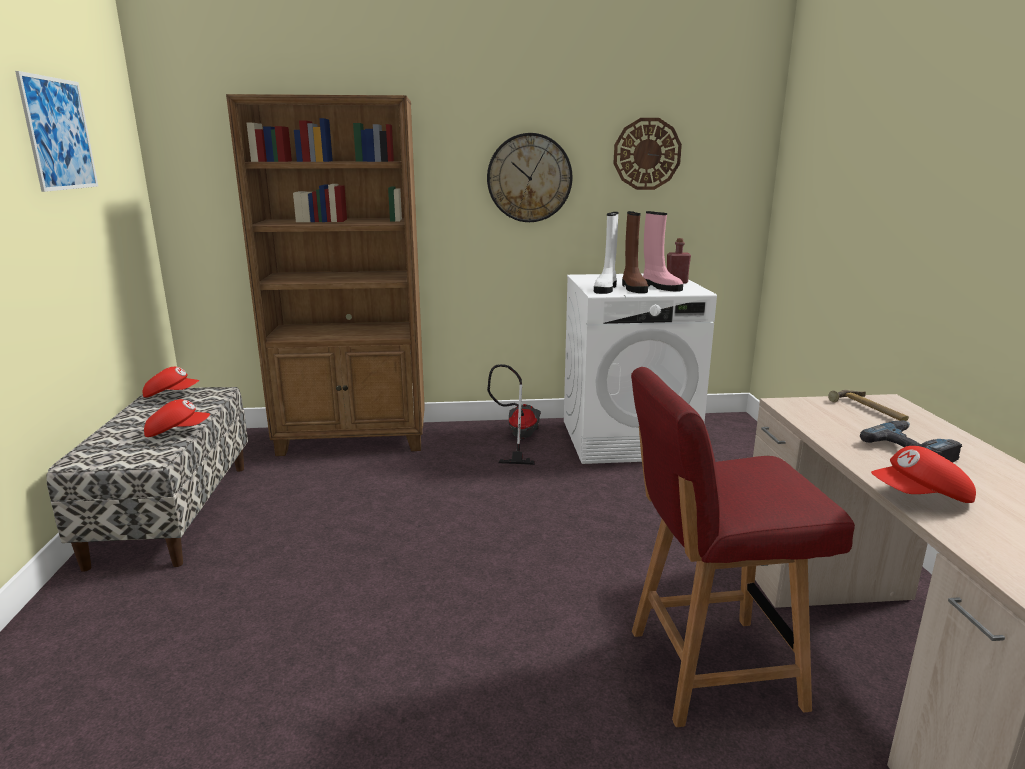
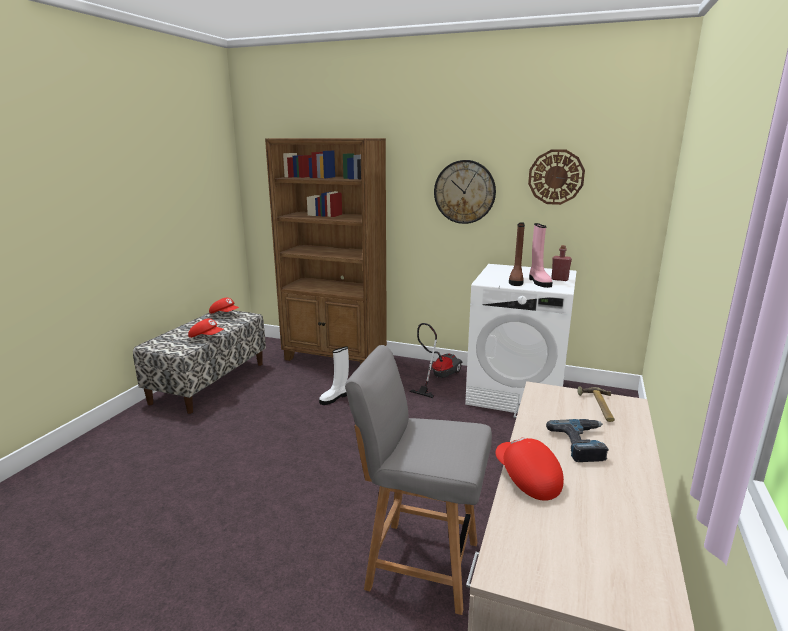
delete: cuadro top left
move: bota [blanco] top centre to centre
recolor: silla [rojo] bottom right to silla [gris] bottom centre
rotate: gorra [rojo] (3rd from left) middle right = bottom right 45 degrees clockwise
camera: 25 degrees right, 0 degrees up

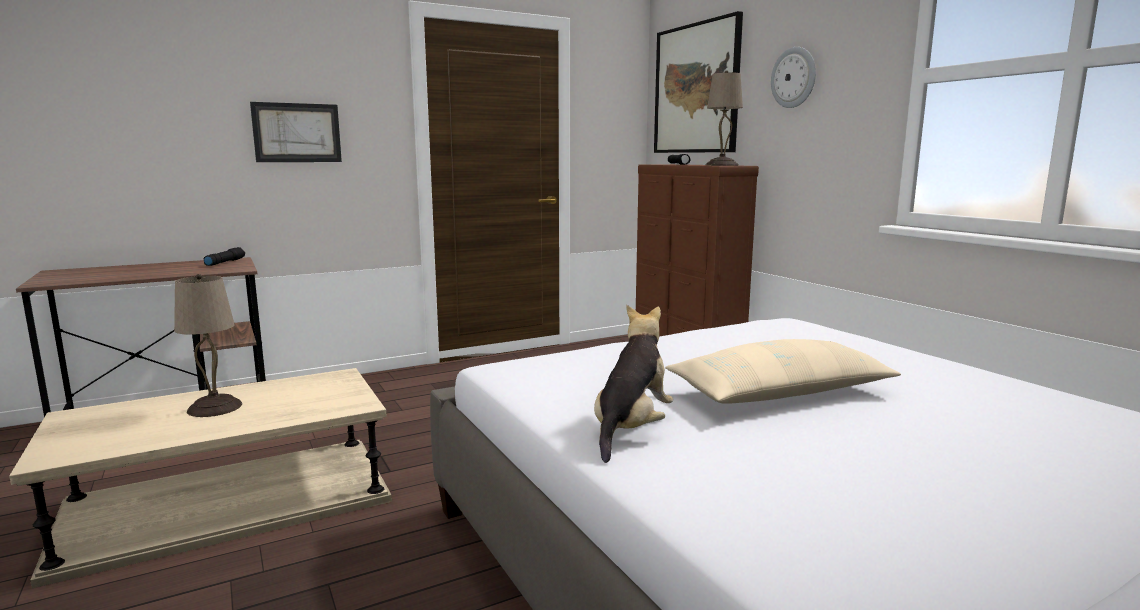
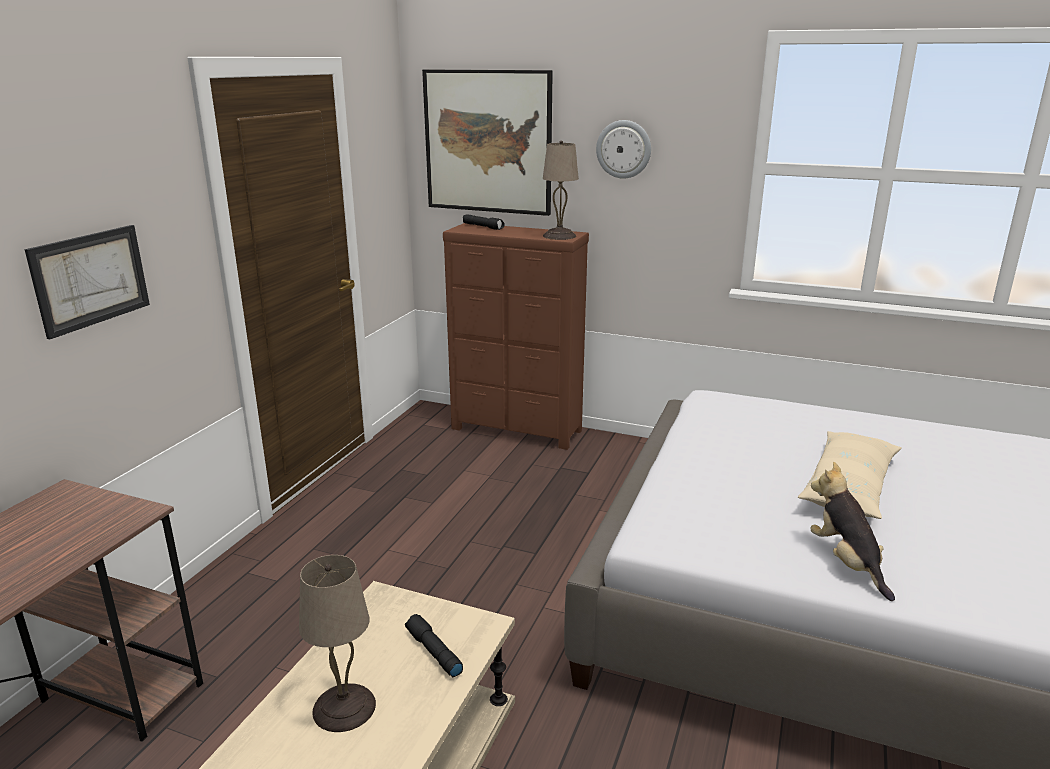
move: linterna [negro] (1st from left) middle left to bottom centre
camera: 40 degrees left, 10 degrees up

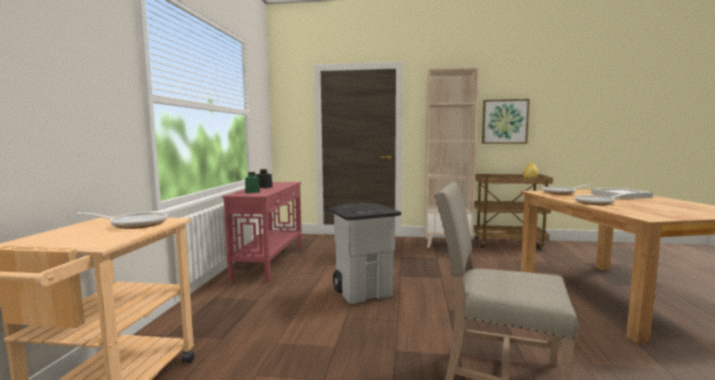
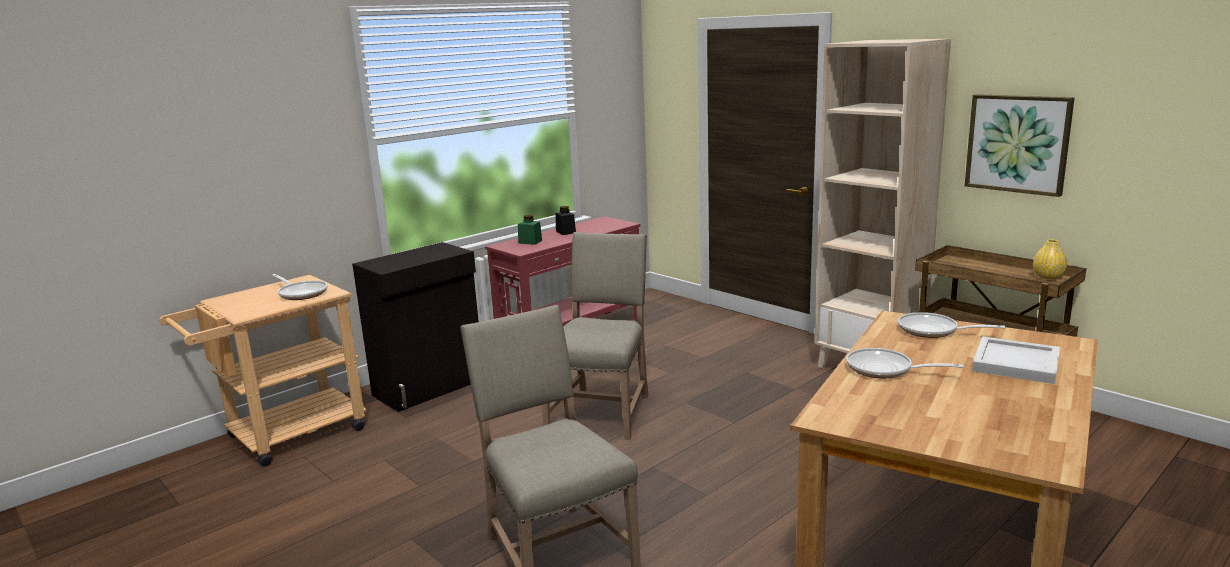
insert: armario [negro] centre
replace: papelera [gris] centre to silla [beis] (2nd from left) centre
camera: 40 degrees right, 10 degrees up

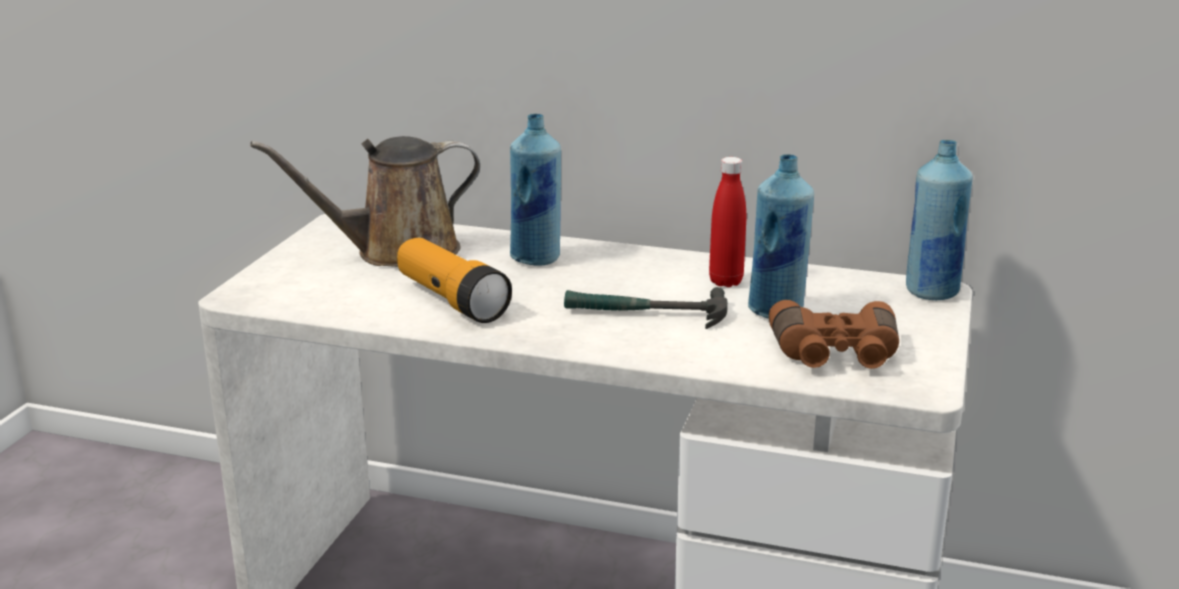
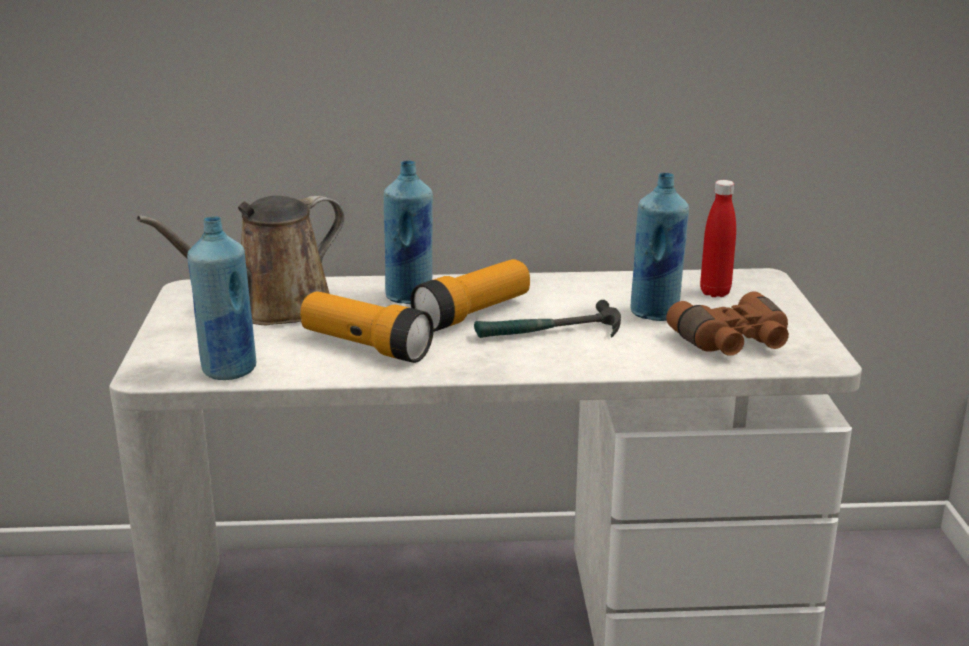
insert: linterna (2nd from left) centre
move: botella [rojo] centre to middle right; botella [azul] (3rd from left in the first image) middle right to botella [azul] (1st from left) middle left
camera: 20 degrees left, 0 degrees up

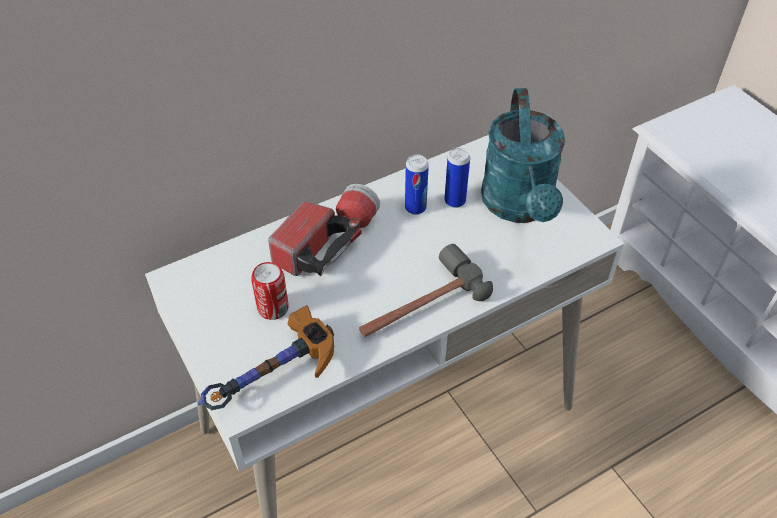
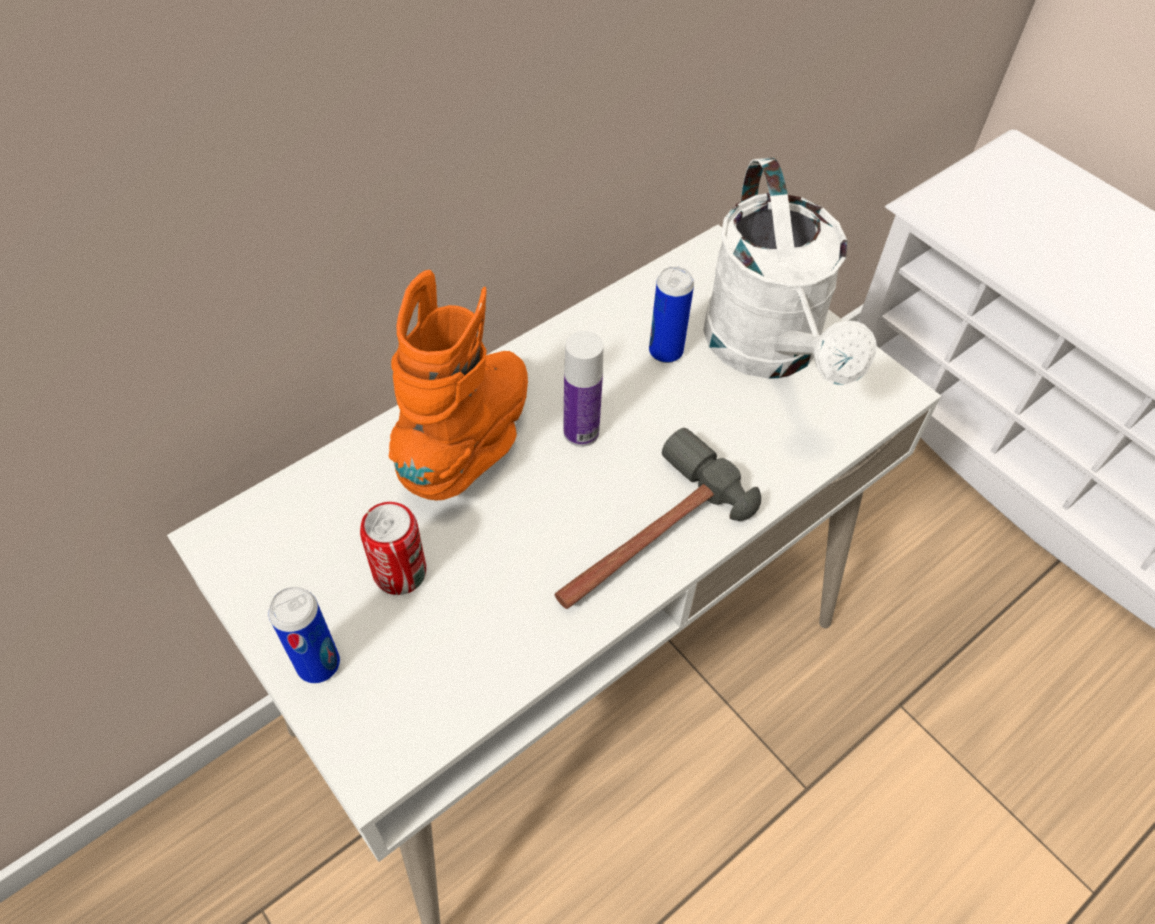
delete: martillo (1st from left) bottom centre
insert: botella centre
move: lata (2nd from left in the first image) centre to lata (1st from left) bottom left
replace: linterna centre to bota [naranja] centre
recolor: regadera [turquesa] top right to regadera [blanco] top right
camera: 10 degrees left, 5 degrees up

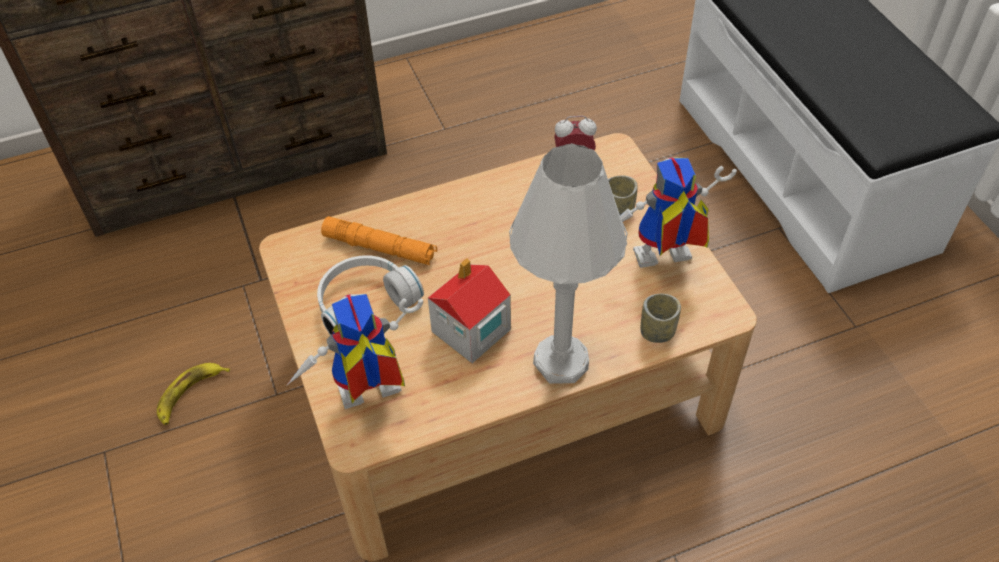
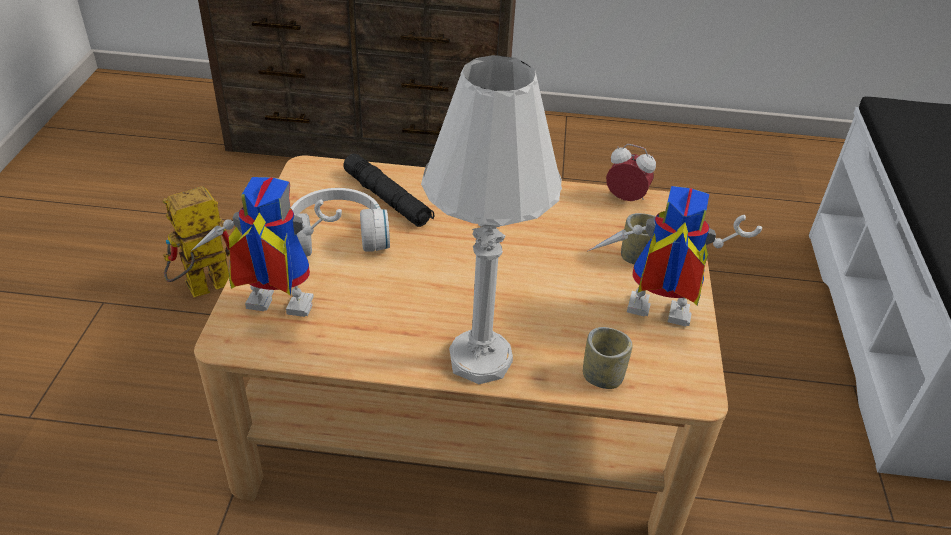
delete: casita centre
replace: plátano bottom left to robot de juguete (1st from left) middle left
recolor: linterna [naranja] centre to linterna [negro] centre
camera: 25 degrees right, 10 degrees down

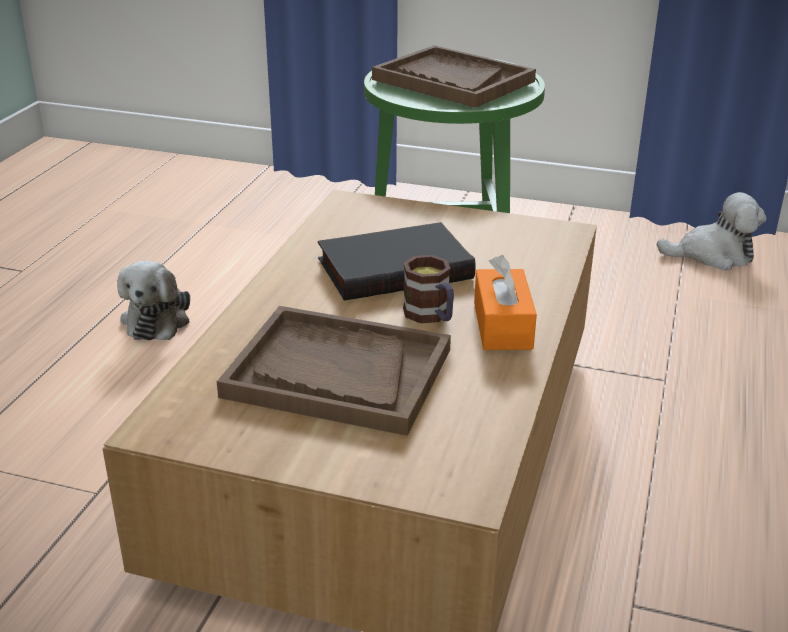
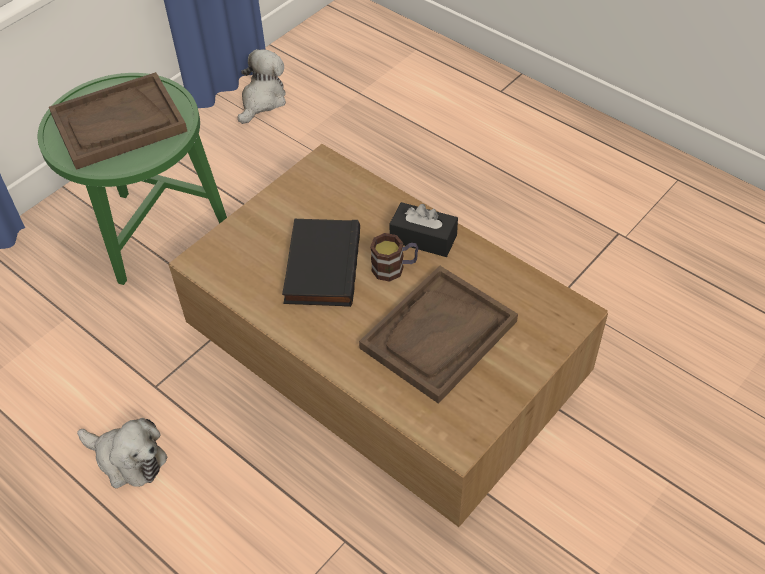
recolor: caja de pañuelos [naranja] centre to caja de pañuelos [negro] centre
camera: 65 degrees left, 20 degrees up

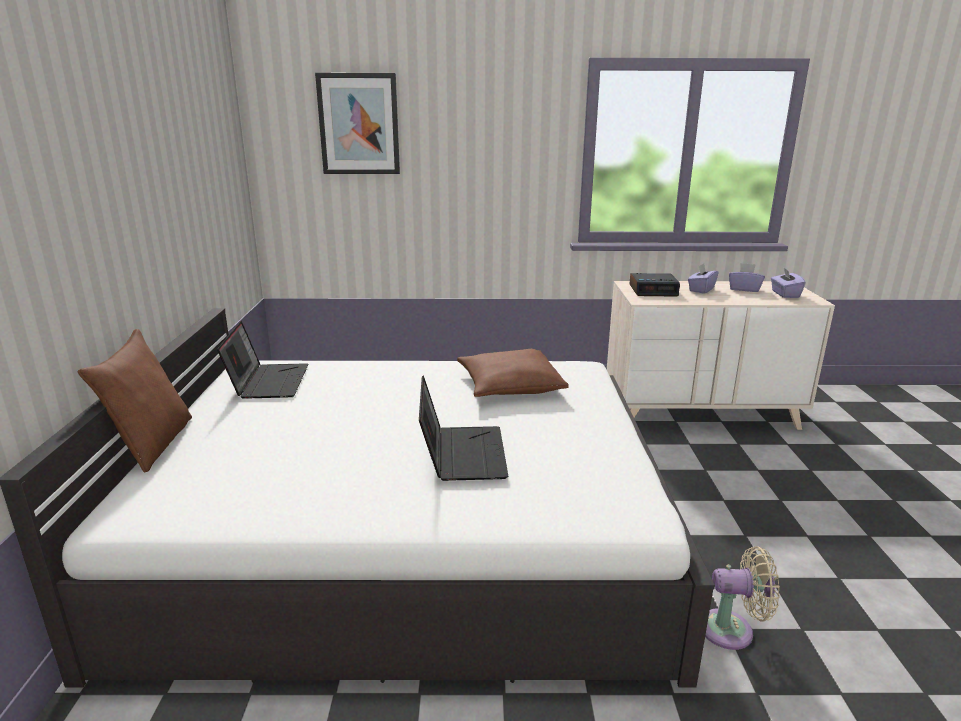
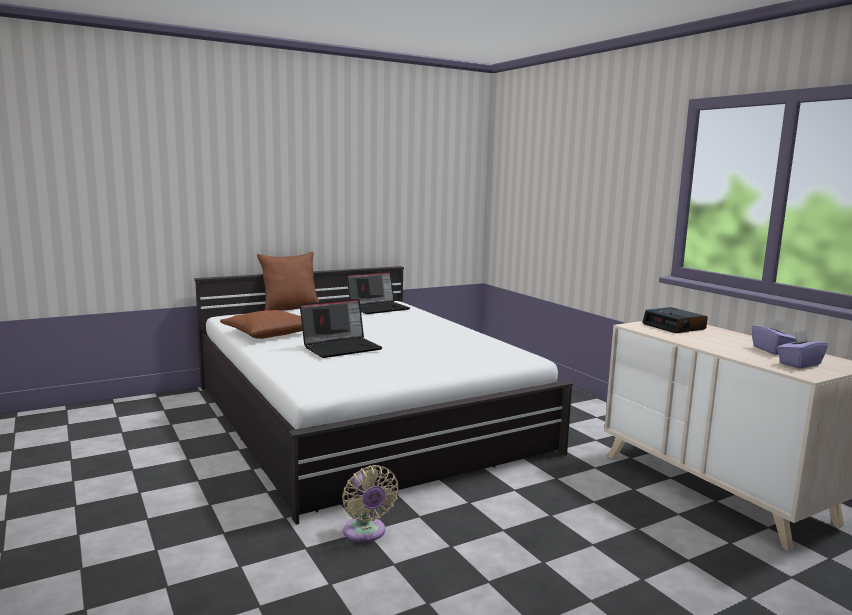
delete: cuadro top centre; caja de pañuelos [morado] (1st from left) middle right
move: cojín [marrón] (2nd from left in the first image) centre to cojín [marrón] (1st from left) middle left
camera: 60 degrees right, 10 degrees down

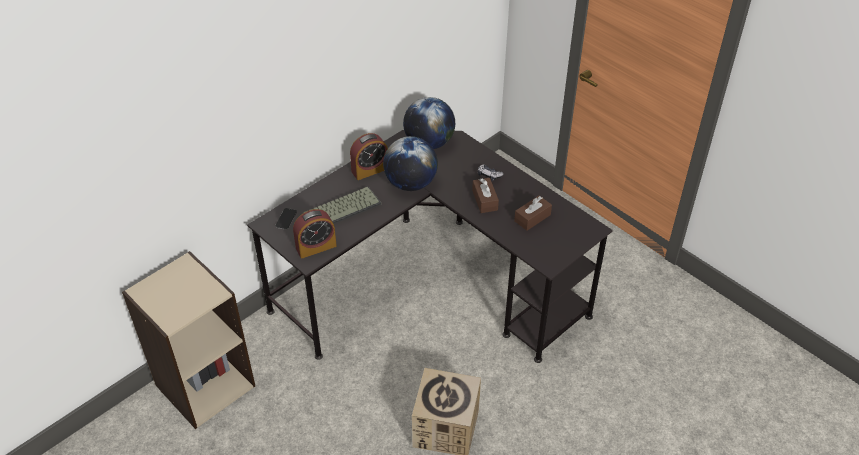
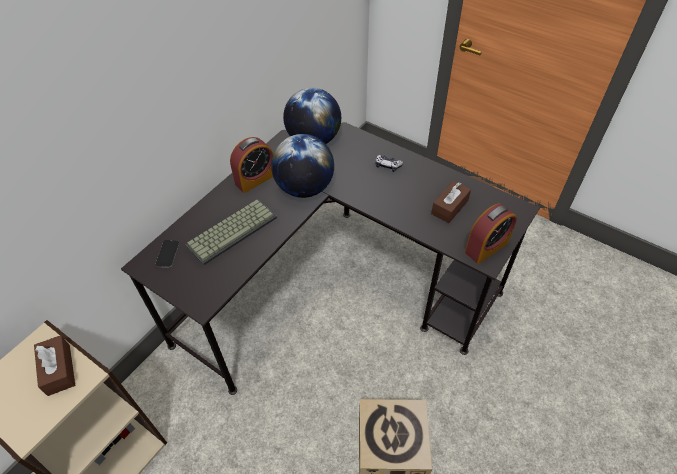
move: despertador (1st from left in the first image) centre to despertador (2nd from left) middle right; caja de pañuelos [marrón] (1st from left) centre to bottom left
camera: 10 degrees left, 5 degrees up

